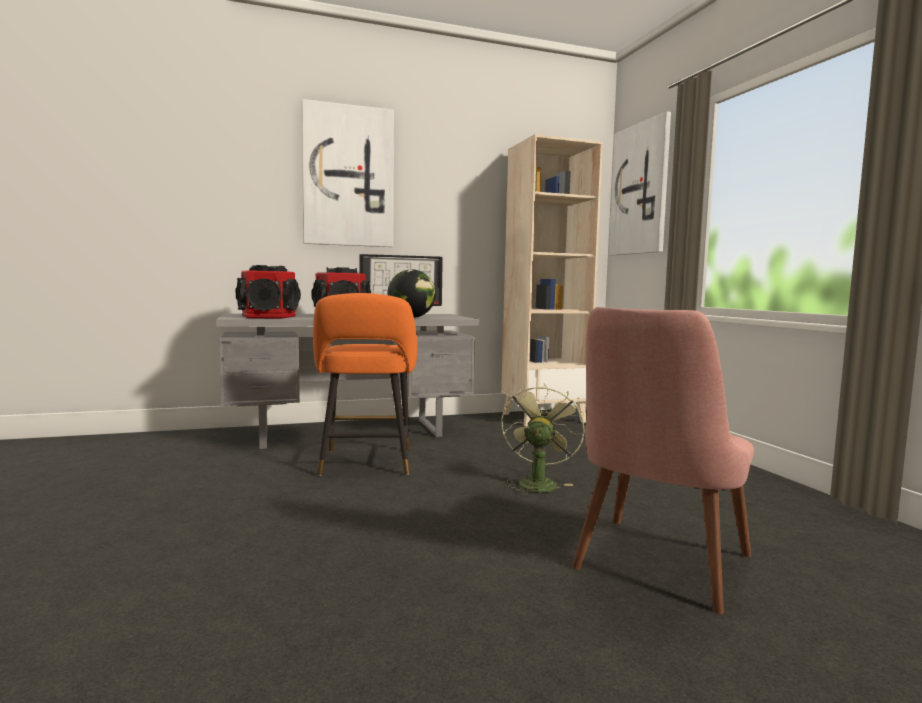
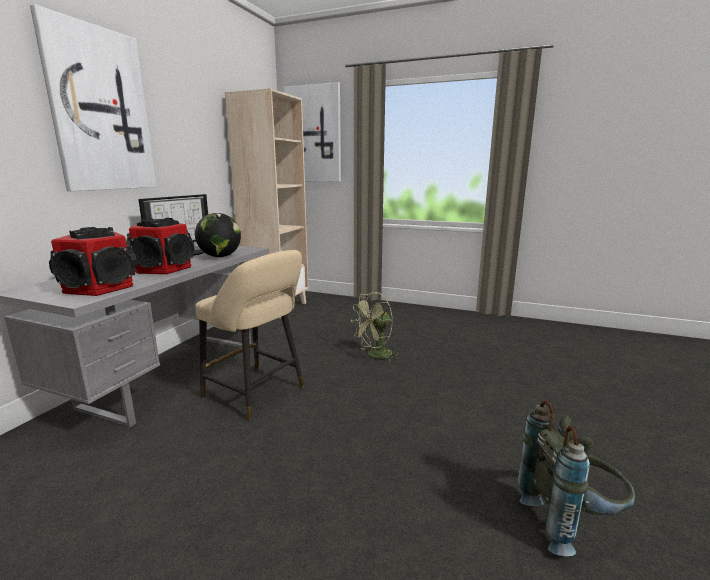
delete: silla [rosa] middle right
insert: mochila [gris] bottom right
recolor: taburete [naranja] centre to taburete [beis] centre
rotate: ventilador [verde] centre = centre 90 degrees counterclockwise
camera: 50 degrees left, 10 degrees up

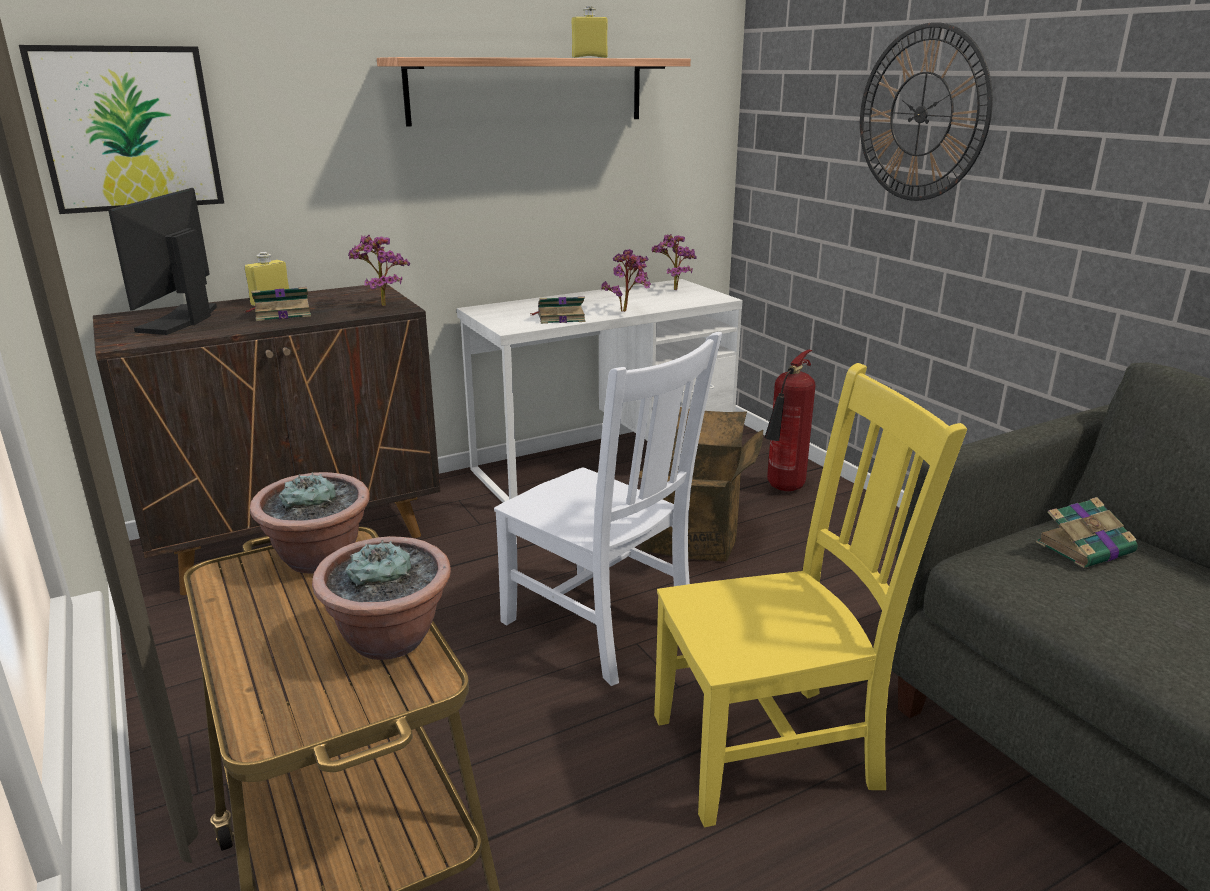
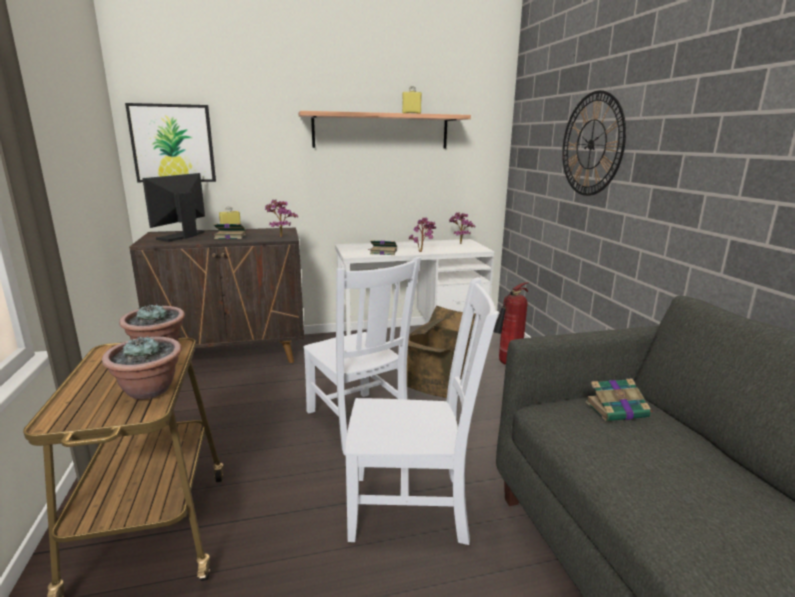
recolor: silla [amarillo] bottom right to silla [blanco] (2nd from left) bottom centre
camera: 15 degrees right, 5 degrees down

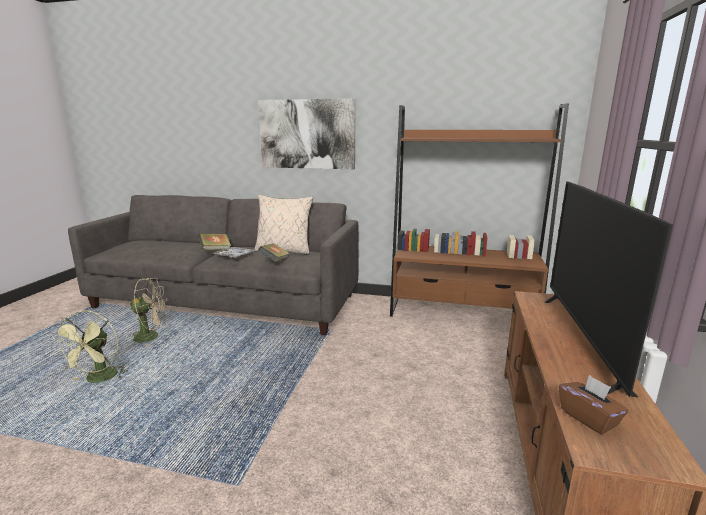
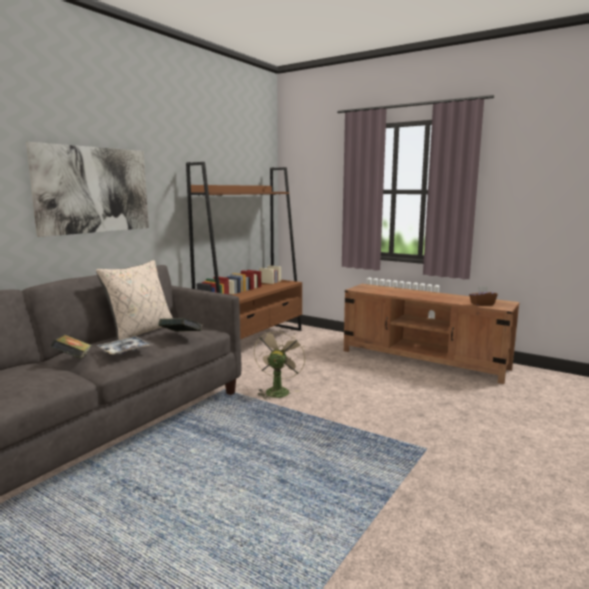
delete: ventilador [verde] bottom left; televisor middle right
move: ventilador [beis] middle left to centre
camera: 70 degrees left, 5 degrees down

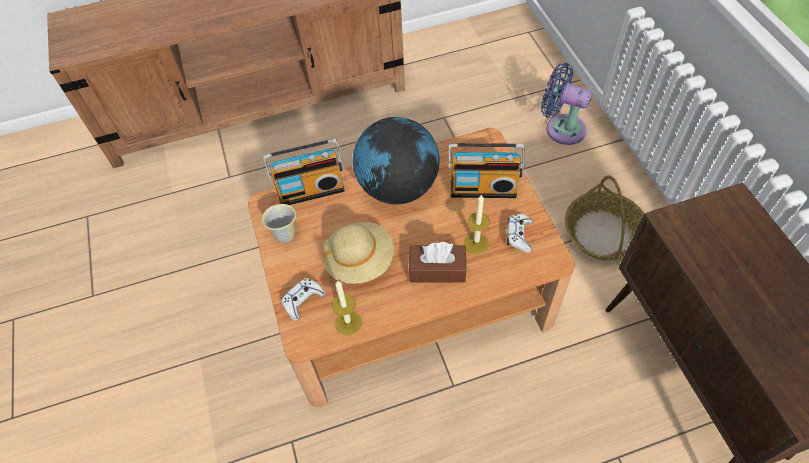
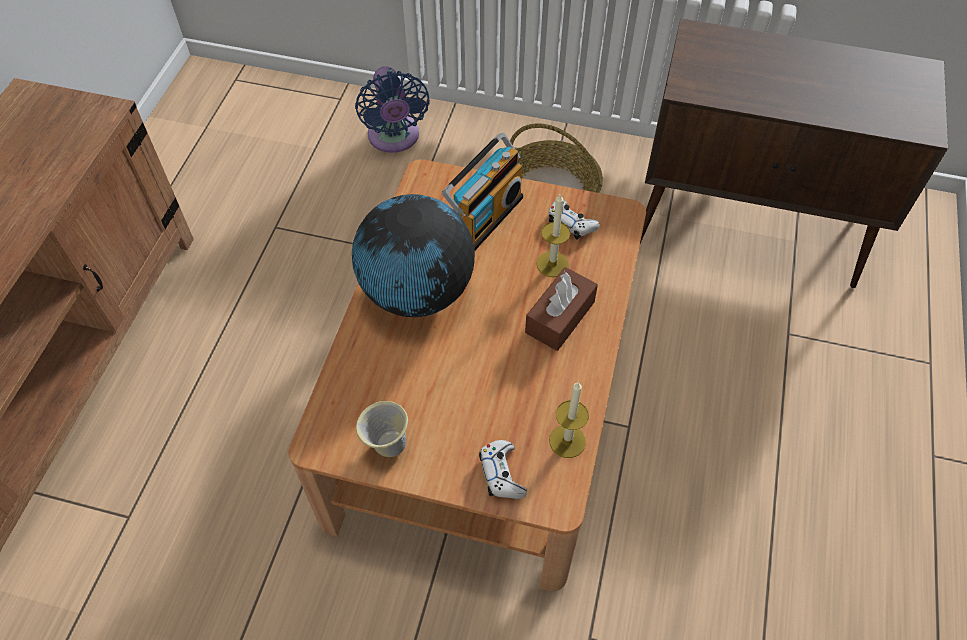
delete: radio (1st from left) centre; sombrero [beis] centre
rotate: ventilador [azul] top right = top centre 75 degrees counterclockwise
camera: 60 degrees left, 0 degrees up

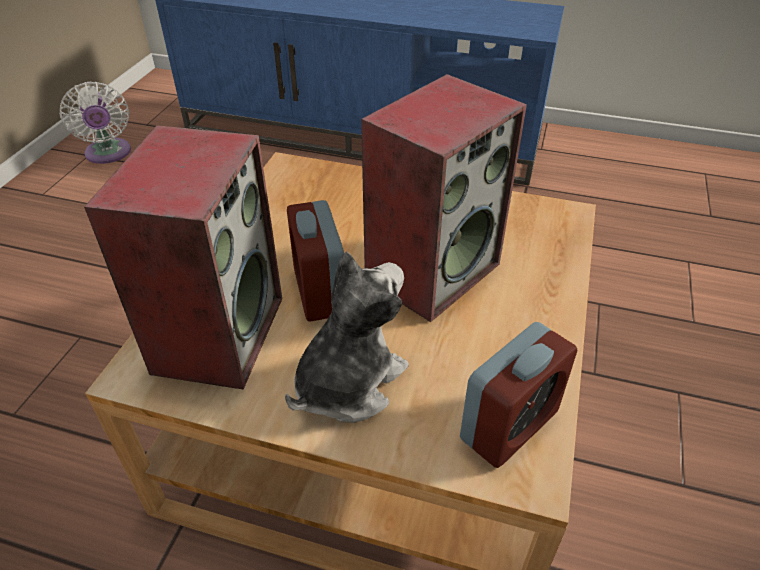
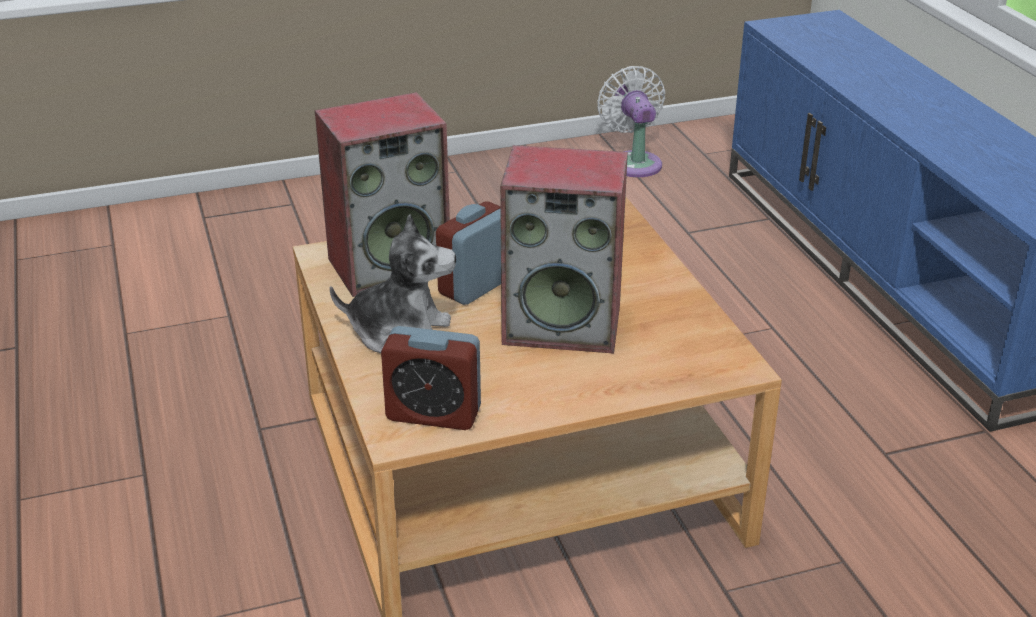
rotate: ventilador [blanco] top left = top centre 135 degrees clockwise
camera: 55 degrees right, 10 degrees down

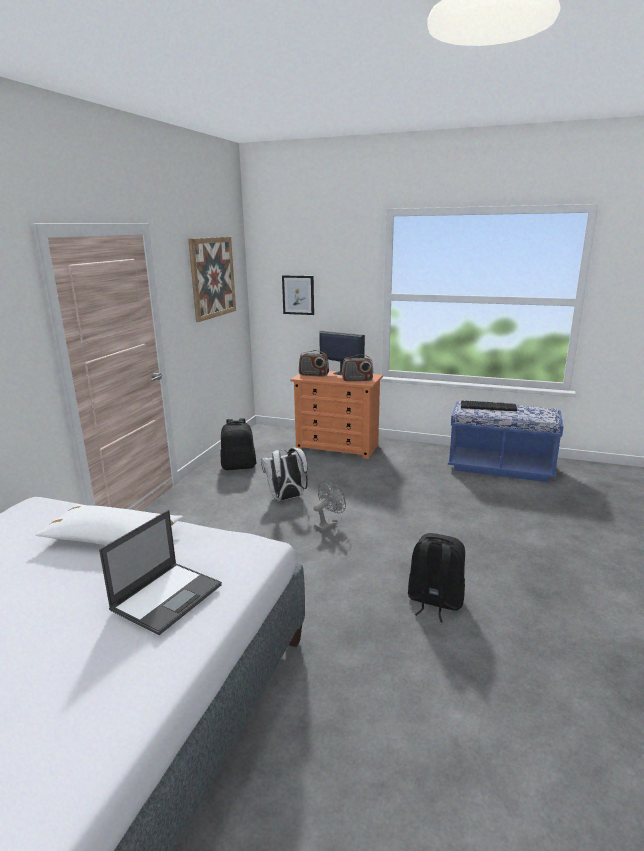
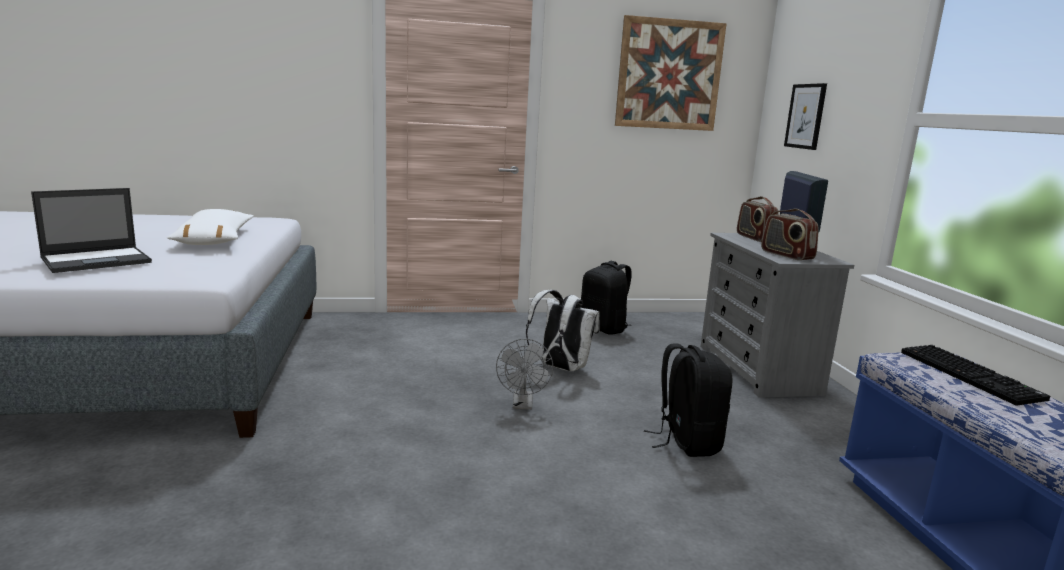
move: mochila [negro] (2nd from left) bottom right to bottom centre
recolor: cómoda [naranja] centre to cómoda [gris] middle right
rotate: portátil bottom left = middle left 45 degrees counterclockwise; ventilador [gris] centre = centre 75 degrees clockwise
camera: 60 degrees right, 5 degrees down

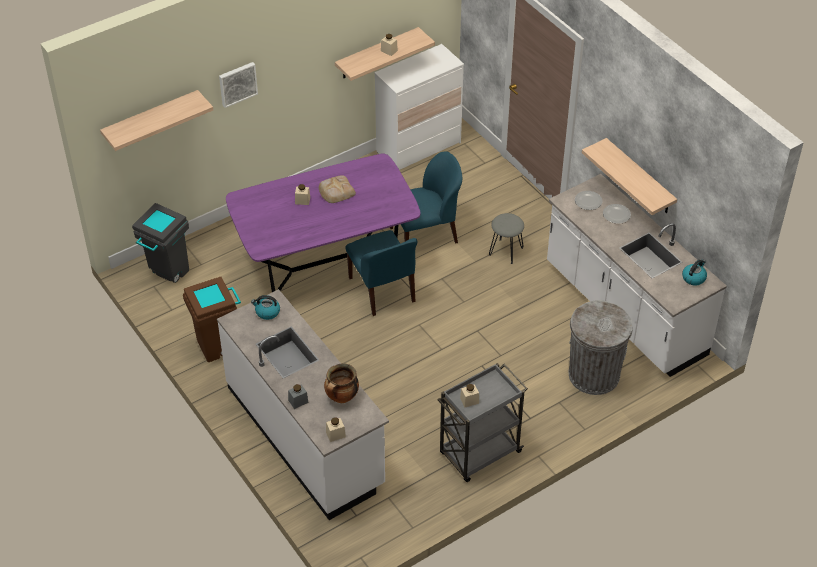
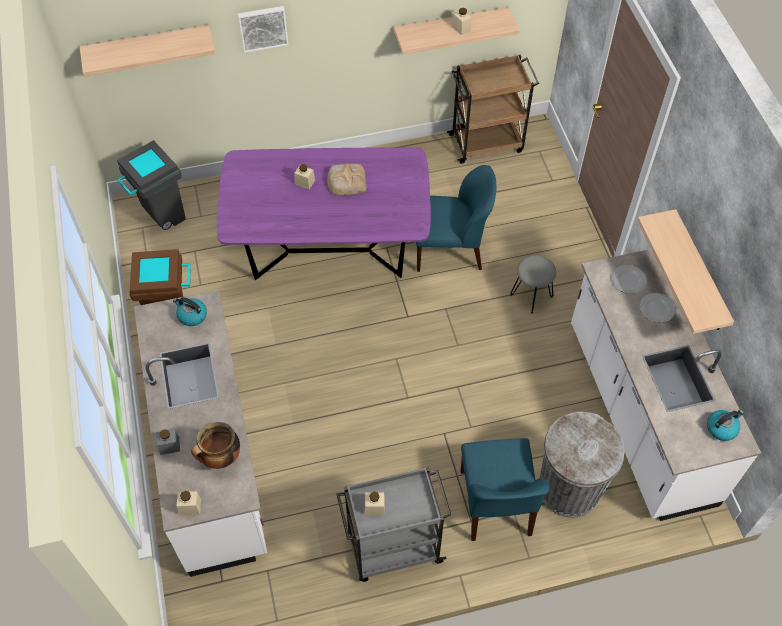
move: silla [azul] (1st from left in the first image) centre to silla [azul] (2nd from left) bottom centre
replace: cómoda [blanco] top centre to carrito [marrón] top centre
camera: 20 degrees right, 10 degrees up

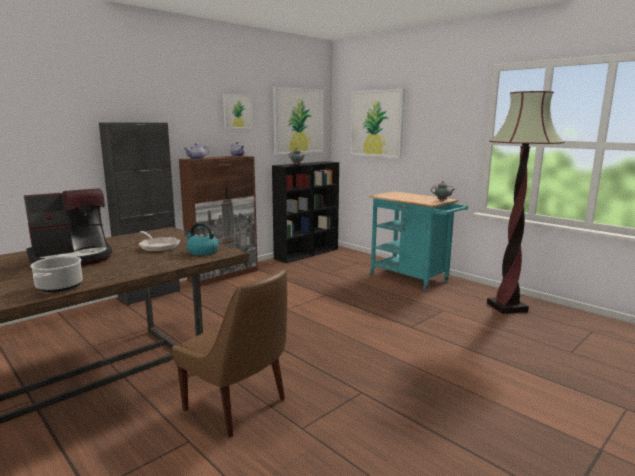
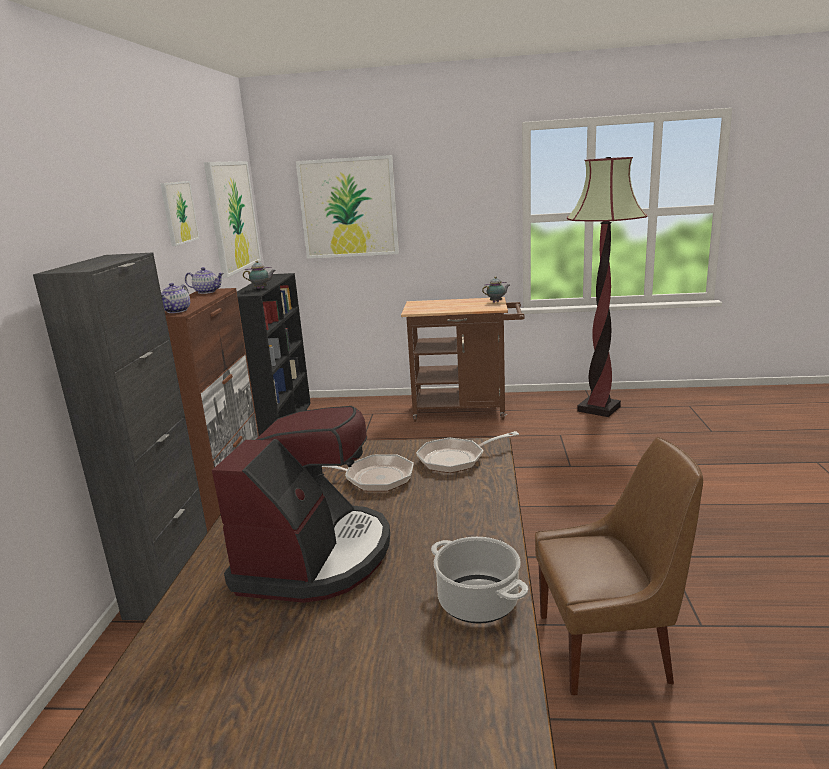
replace: hervidor middle left to sartén (2nd from left) centre
recolor: carrito [turquesa] centre to carrito [marrón] centre
camera: 40 degrees left, 5 degrees up

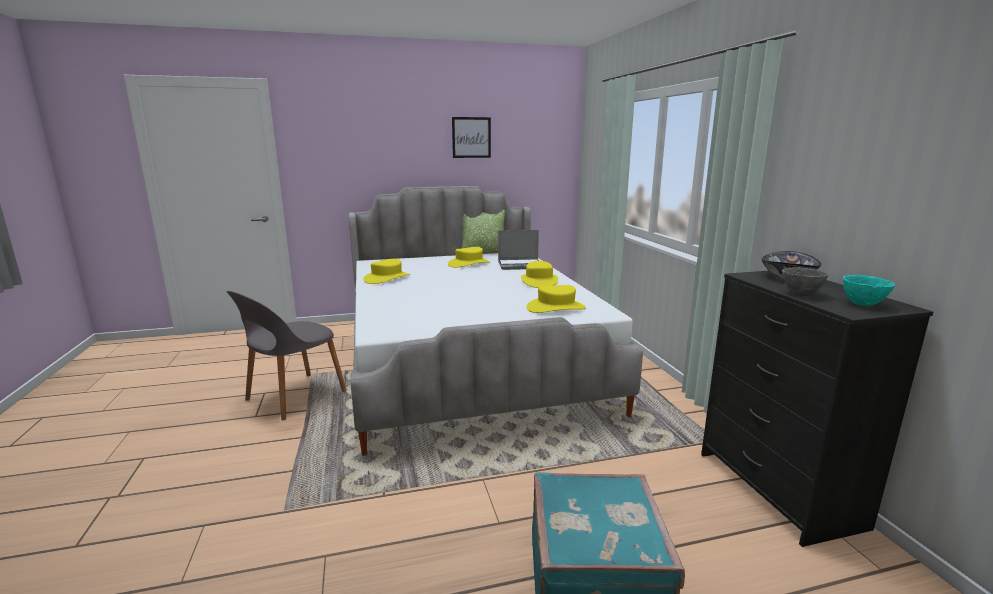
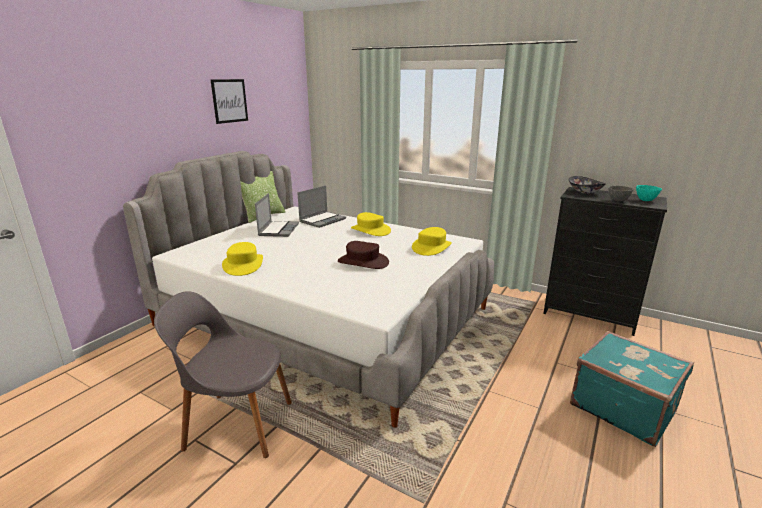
insert: sombrero [marrón] centre
replace: sombrero [amarillo] (2nd from left) centre to portátil (1st from left) centre
rotate: silla [gris] middle left = bottom left 105 degrees clockwise
camera: 45 degrees left, 5 degrees up

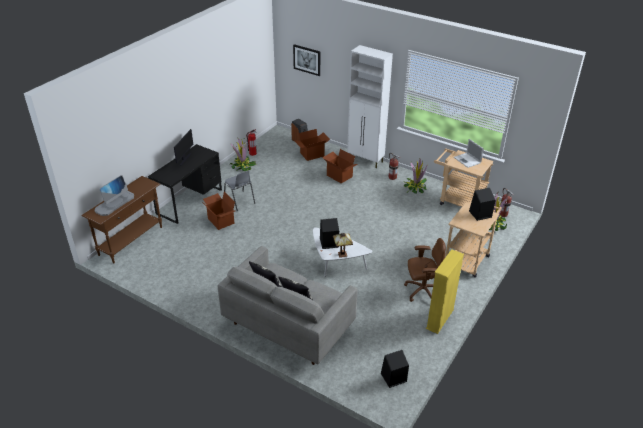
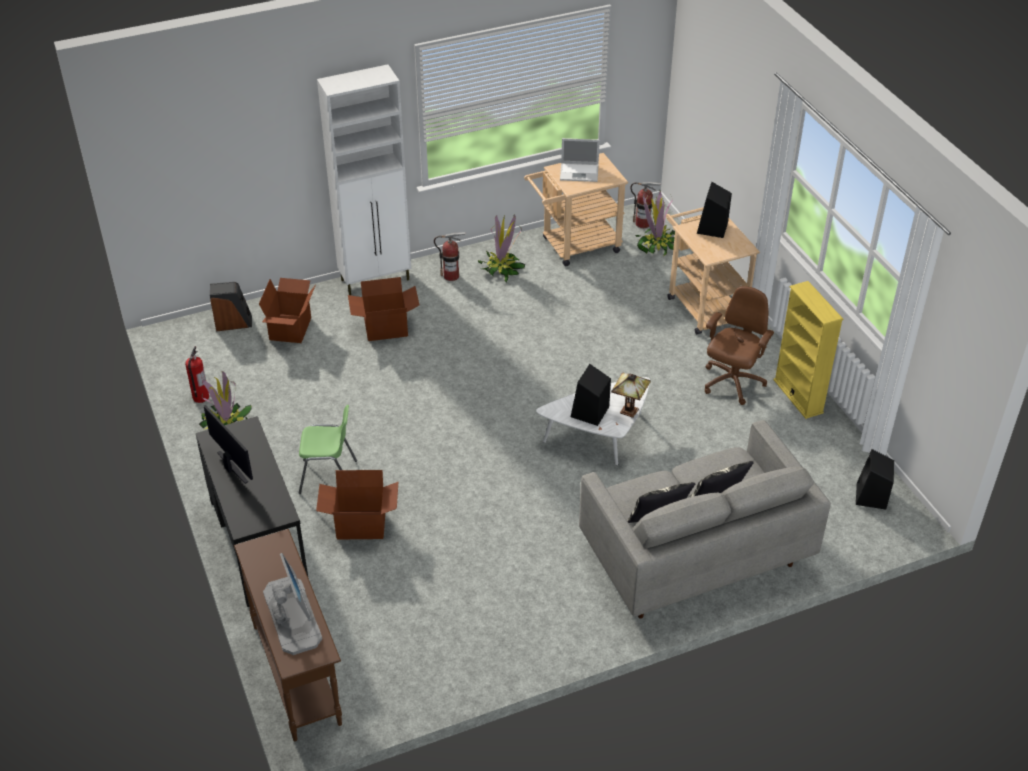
delete: cuadro top centre
recolor: silla [gris] centre to silla [verde] middle left
camera: 55 degrees left, 5 degrees up

